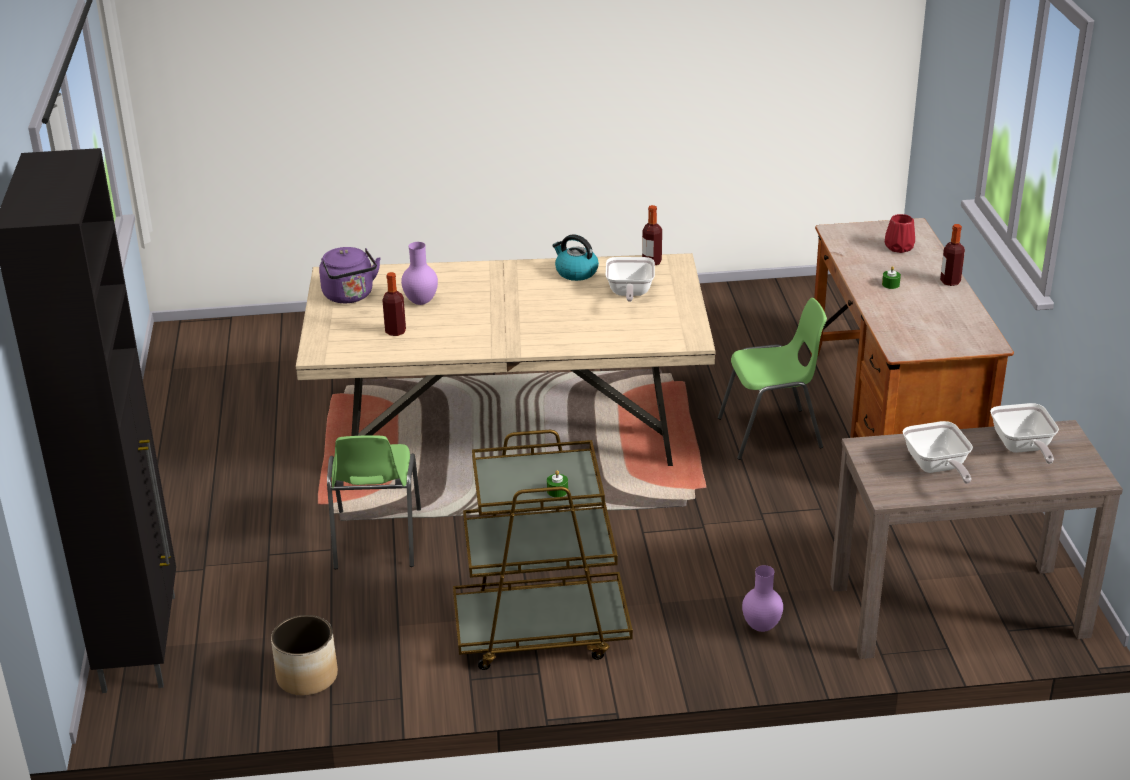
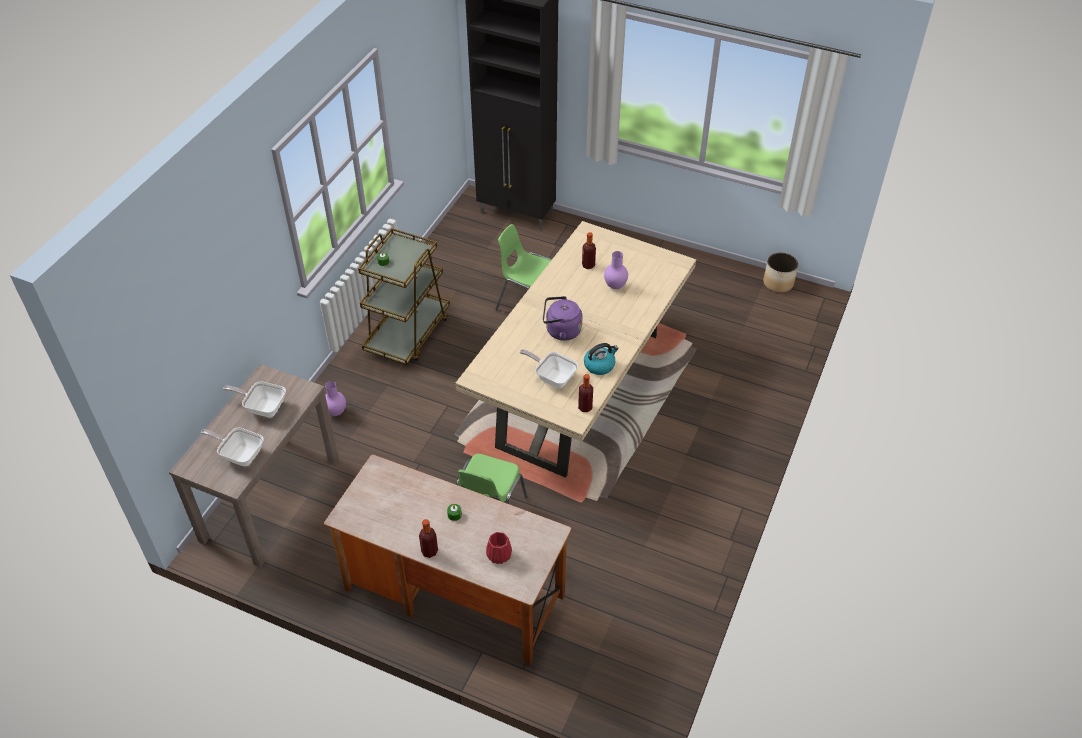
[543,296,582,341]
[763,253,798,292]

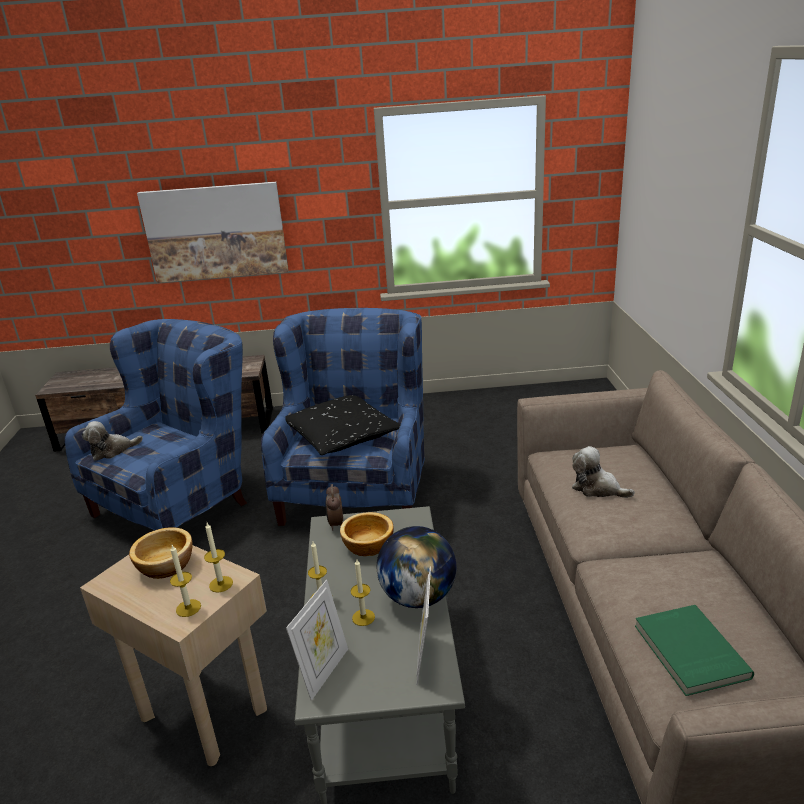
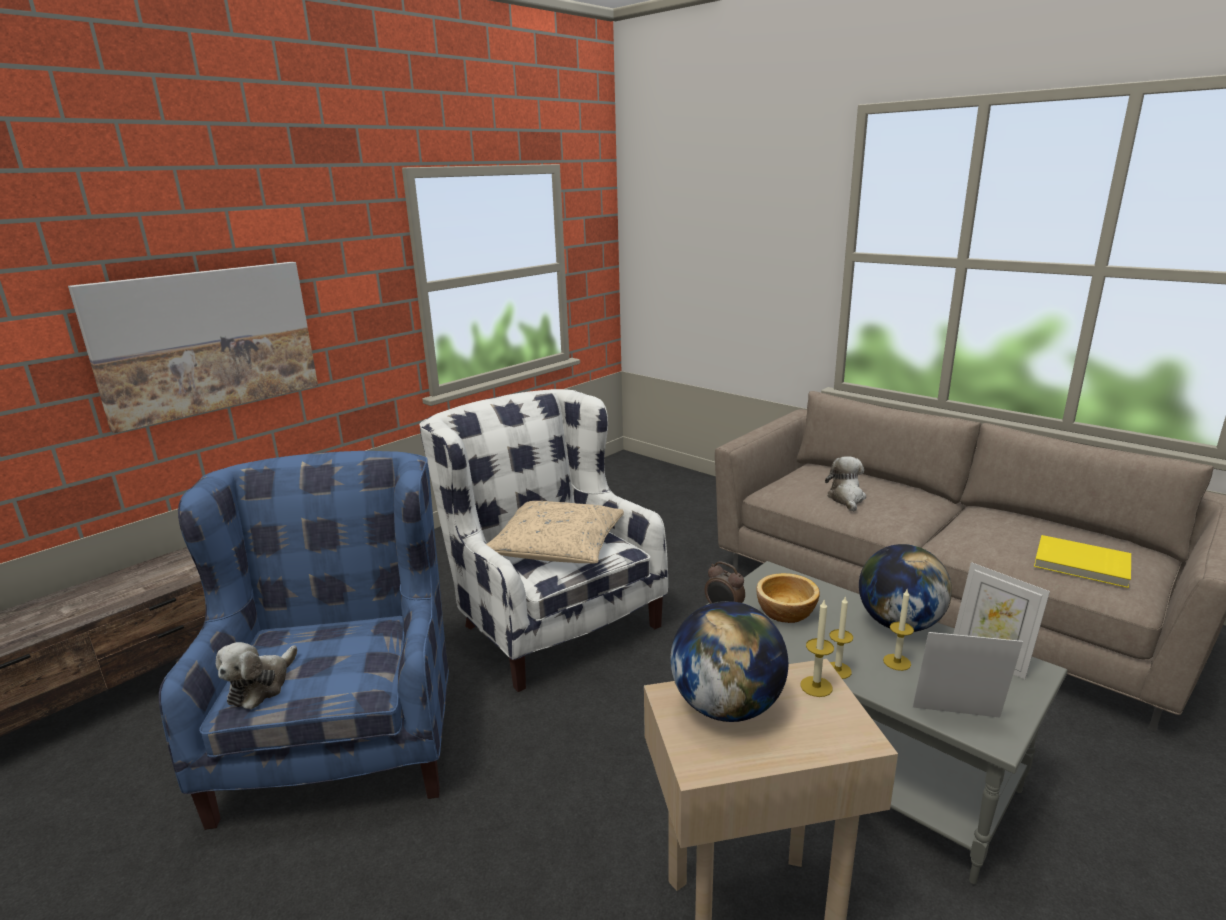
[419,389,668,692]
[486,501,624,563]
[825,456,866,512]
[670,601,788,722]
[170,545,201,617] (first image)
[913,632,1023,718]
[1034,535,1131,588]

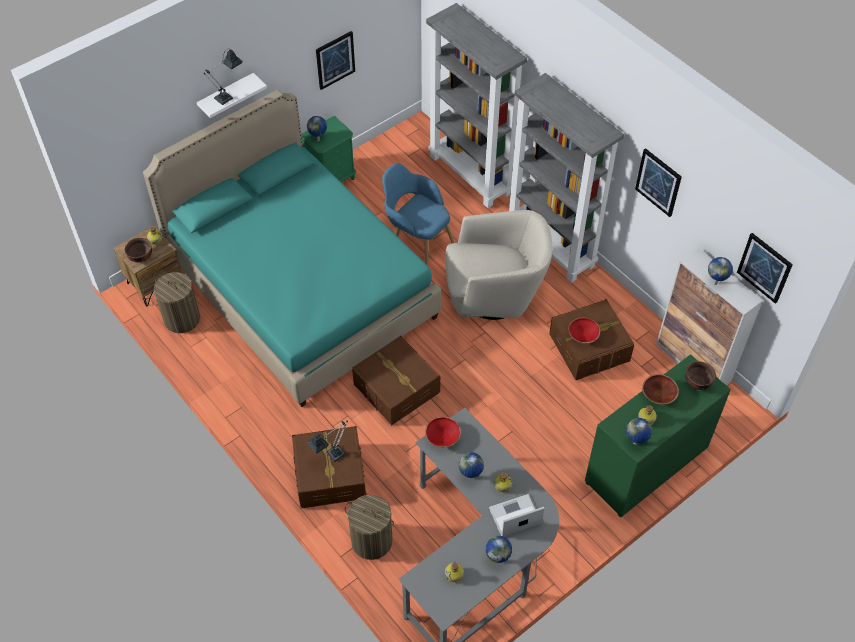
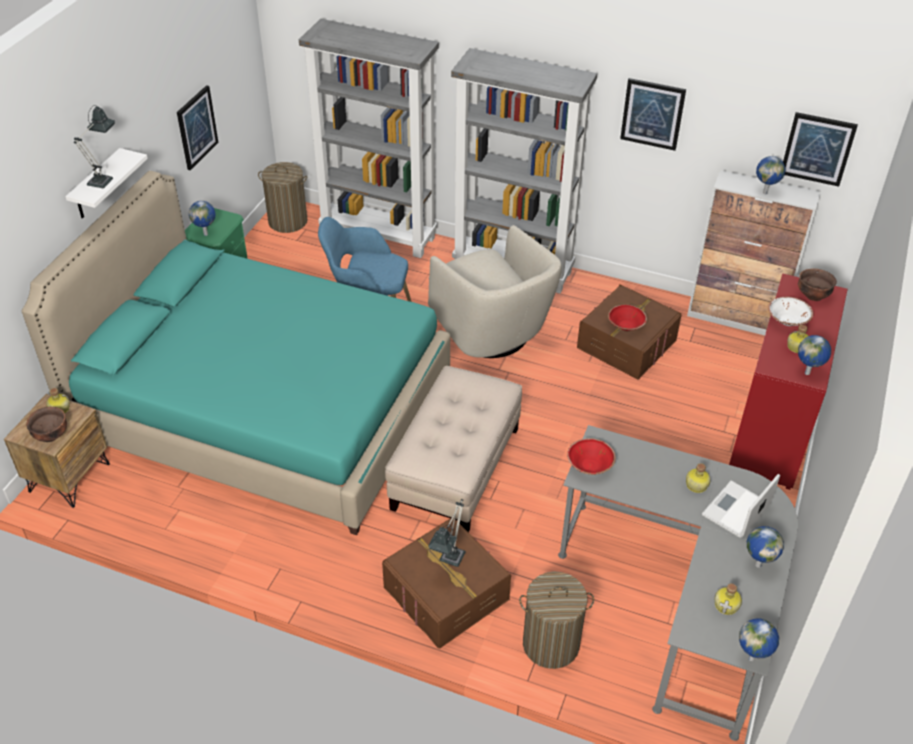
[428,225,562,358]
[258,162,308,233]
[385,366,522,533]
[729,273,848,490]
[768,297,813,326]
[739,618,779,661]

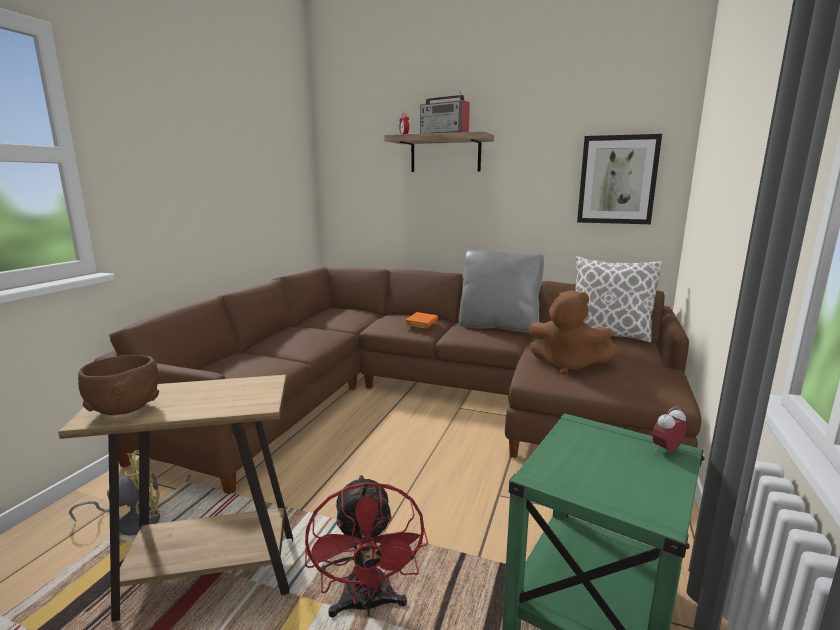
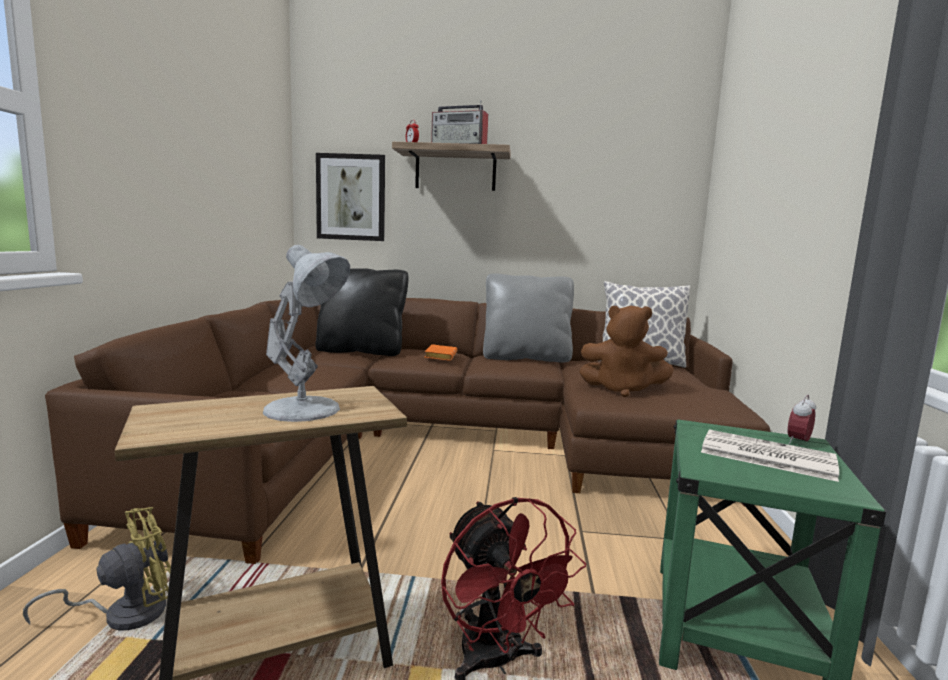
[316,153,385,241]
[78,355,159,415] (first image)
[263,245,350,422]
[316,268,408,356]
[701,429,839,482]

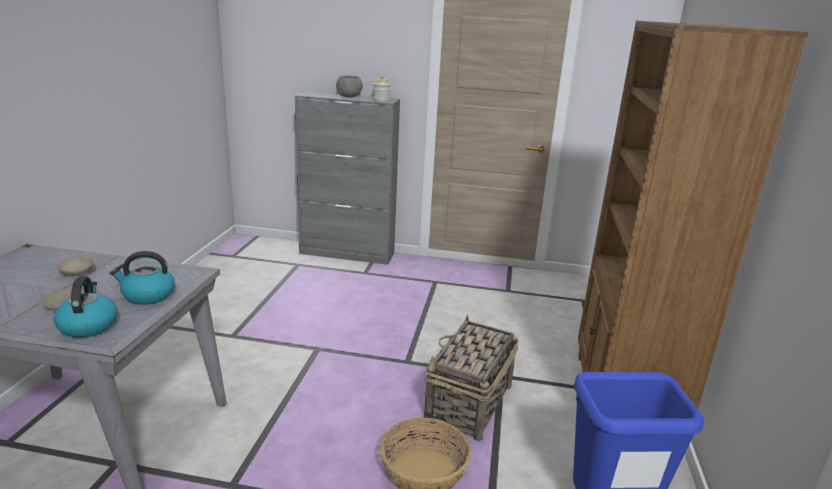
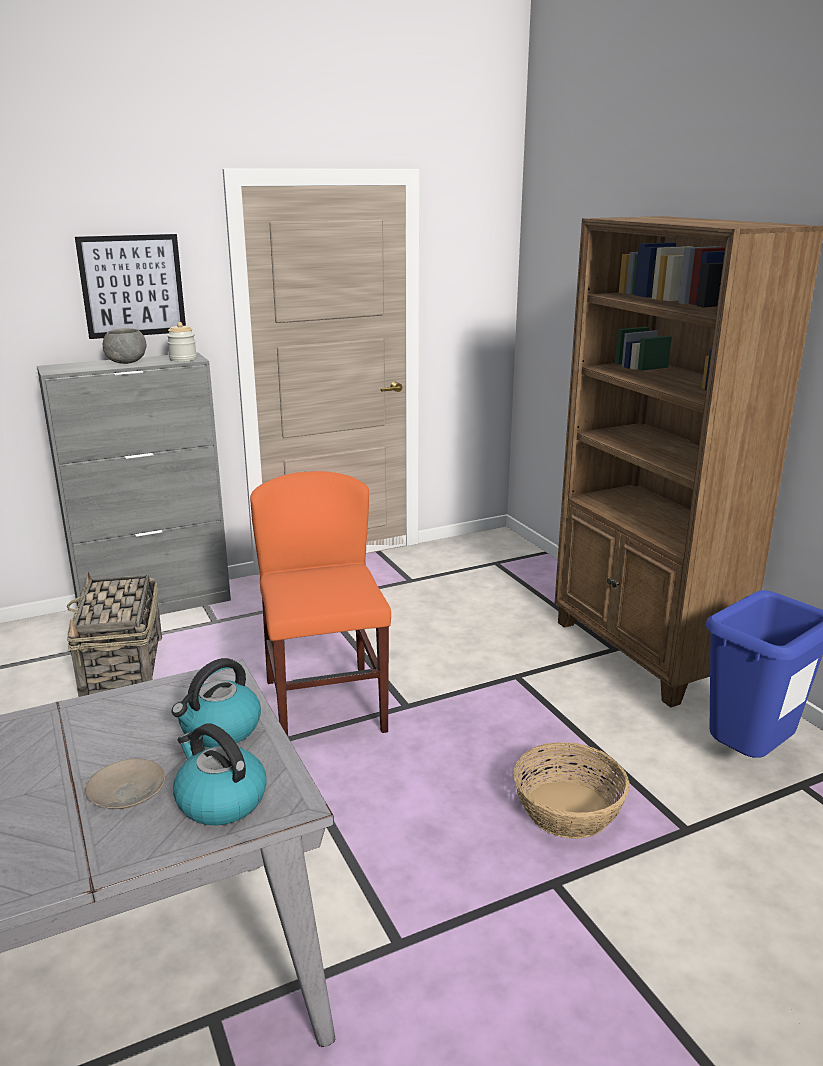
[57,257,94,276] (first image)
[67,572,162,697]
[75,234,186,339]
[250,471,391,736]

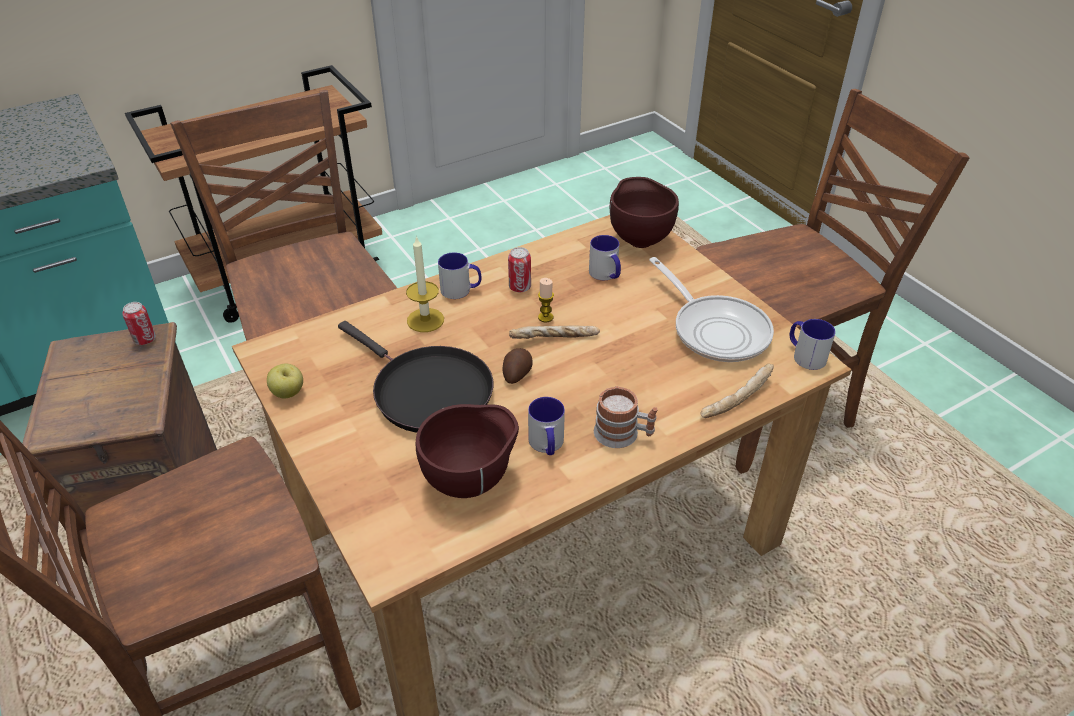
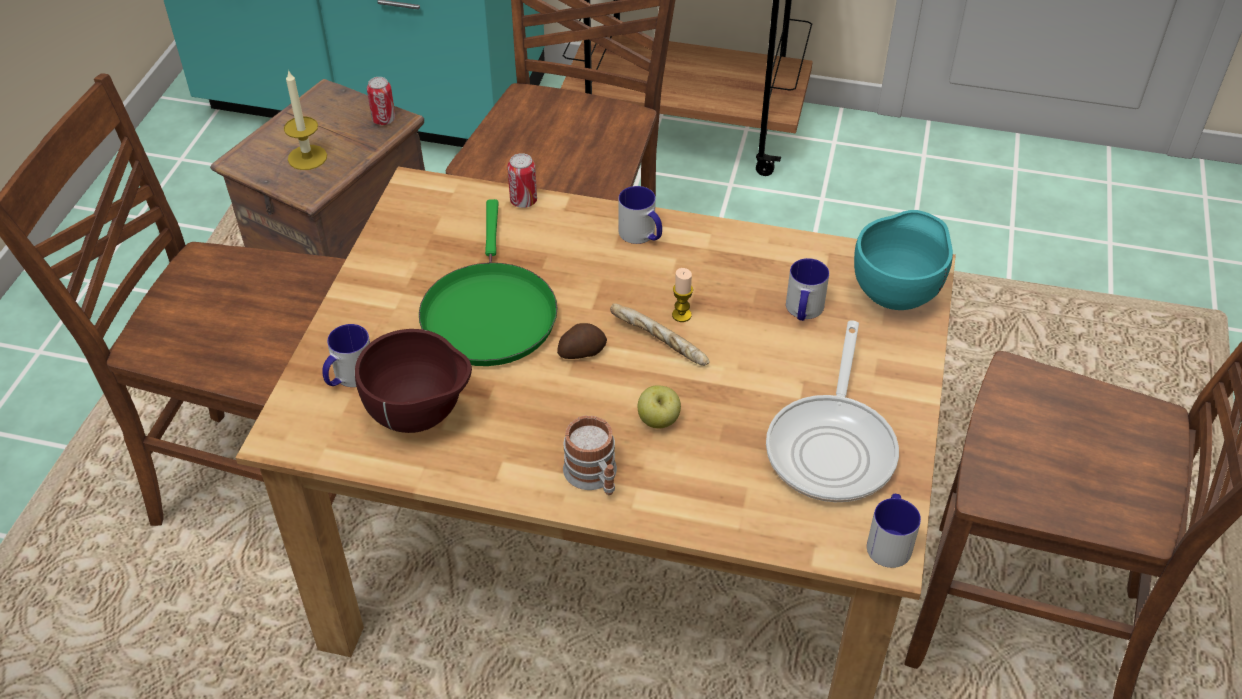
[854,210,953,310]
[284,69,327,170]
[507,153,537,208]
[419,199,557,366]
[638,385,681,429]
[700,363,774,418] (first image)
[322,324,370,387]

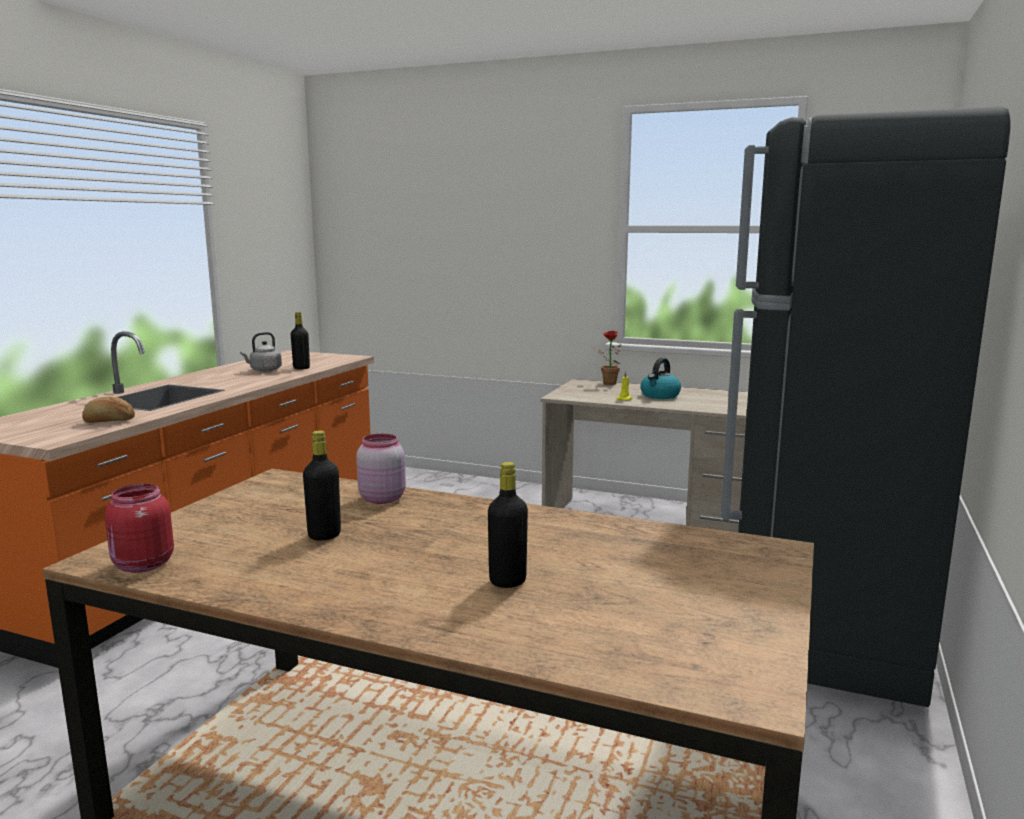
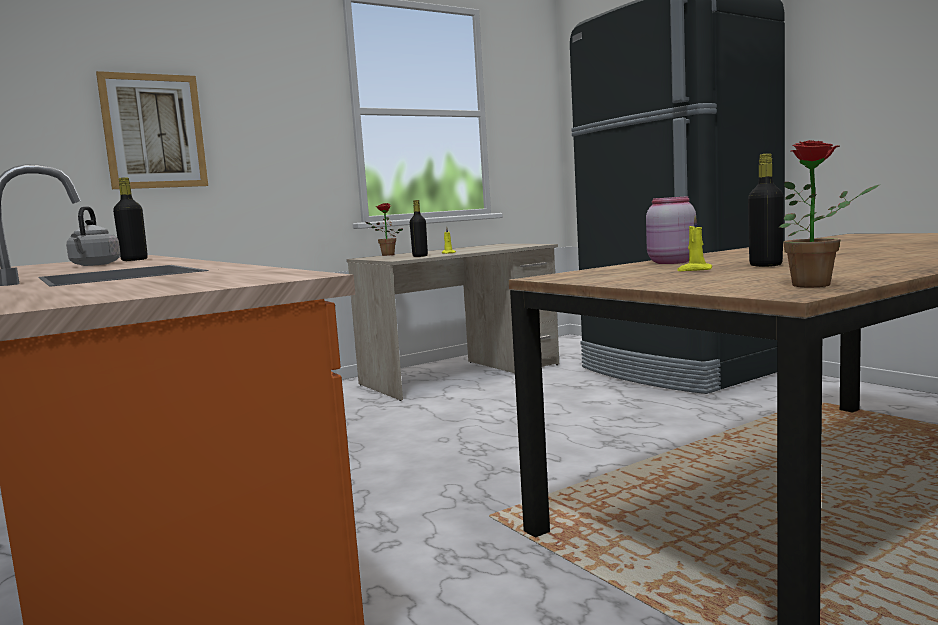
[640,358,681,399] (first image)
[82,397,135,423] (first image)
[410,200,428,257]
[779,140,881,287]
[96,71,208,189]
[677,216,712,271]

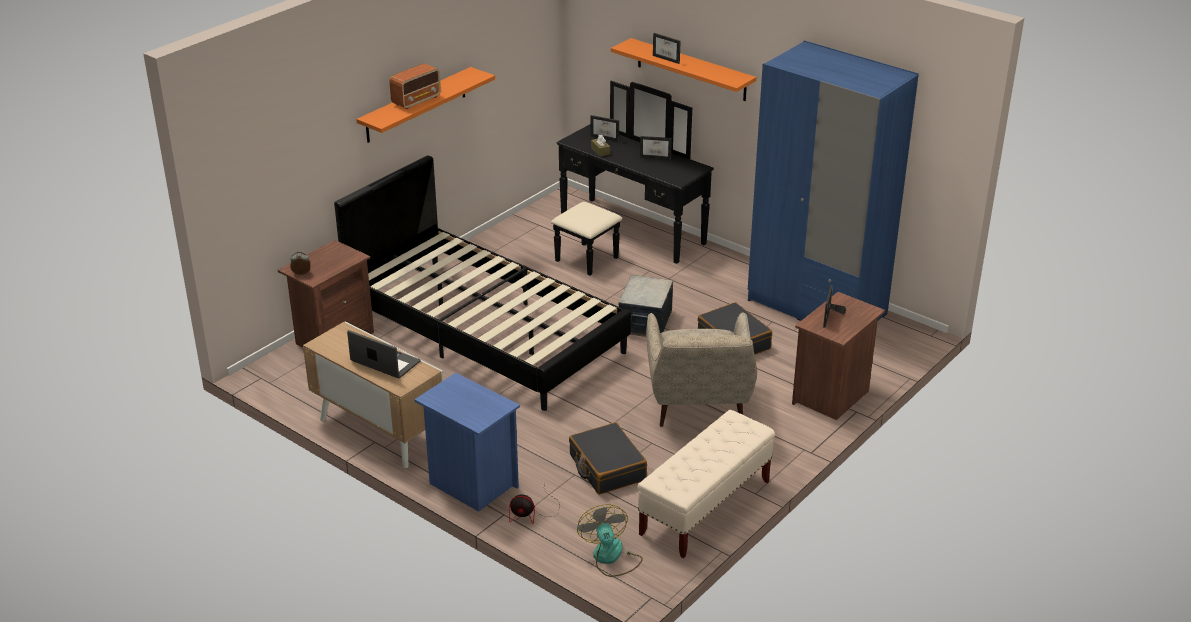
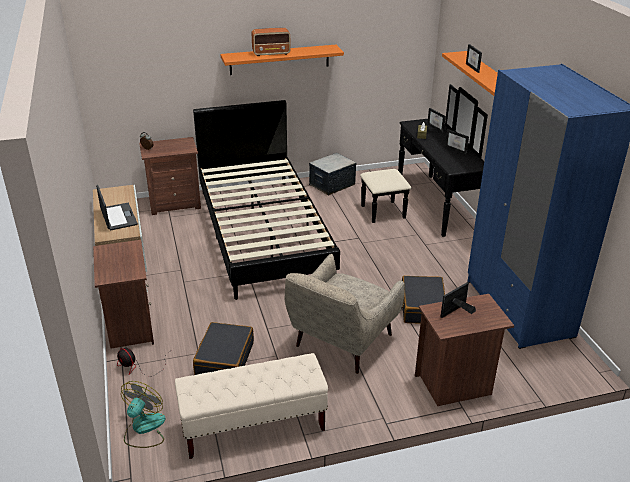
[309,153,357,195]
[93,240,154,349]

